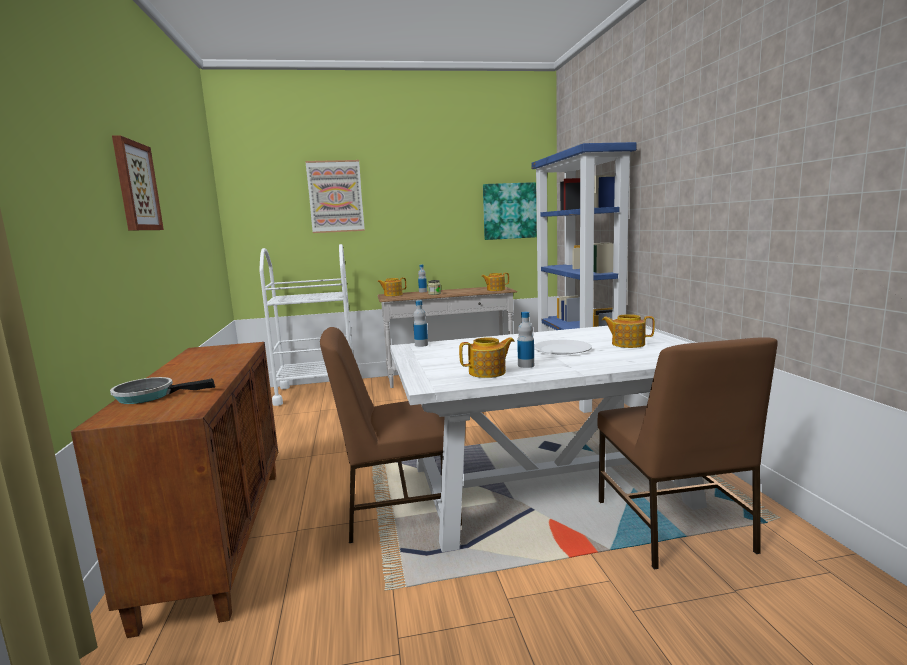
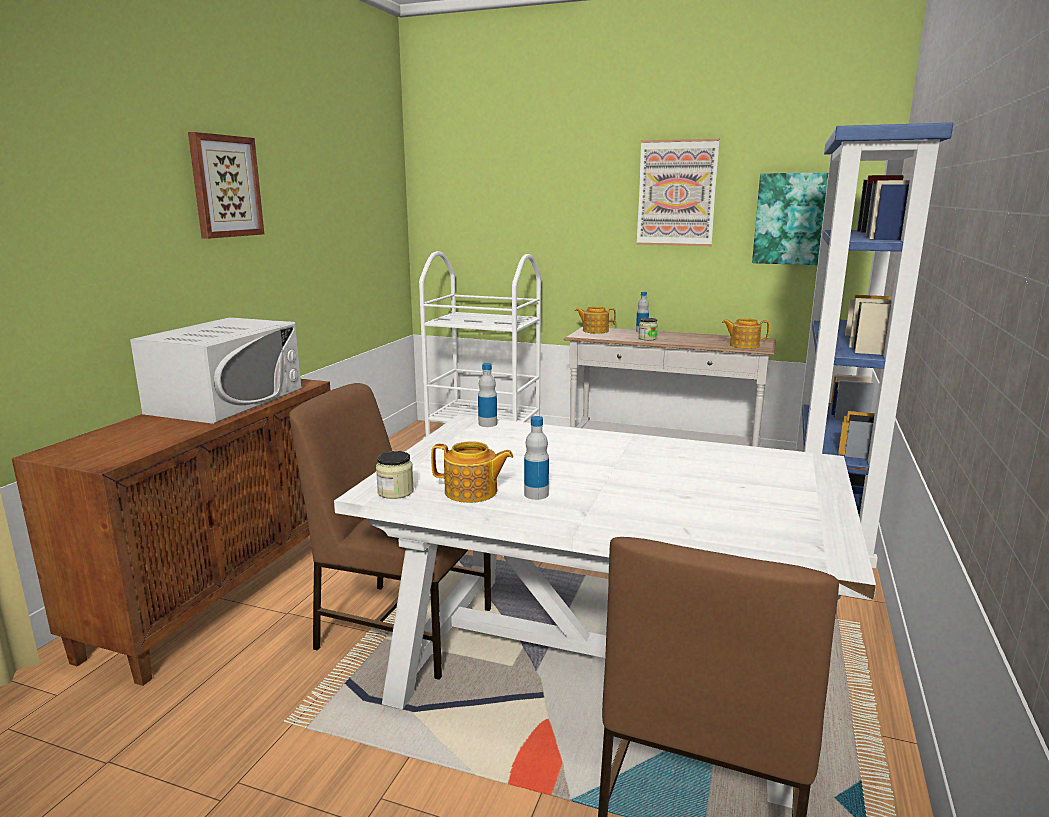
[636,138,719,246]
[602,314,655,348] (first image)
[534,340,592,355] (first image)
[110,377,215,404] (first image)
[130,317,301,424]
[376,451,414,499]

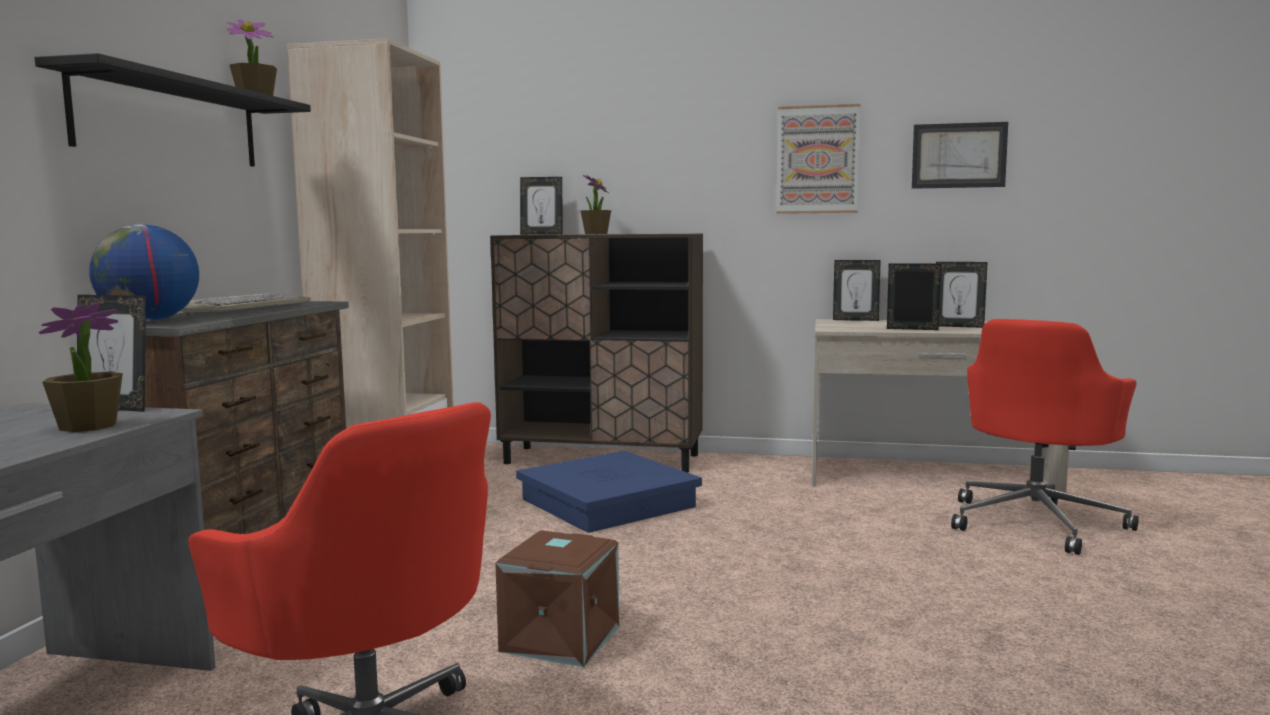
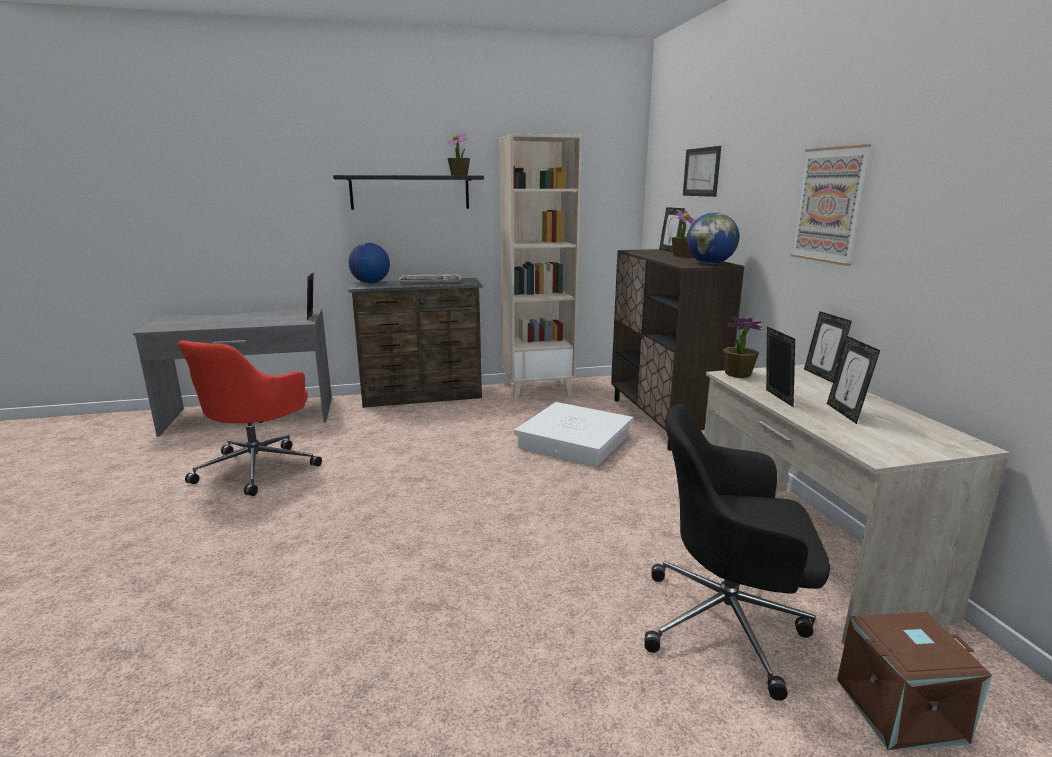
[683,146,721,197]
[723,317,762,378]
[644,404,830,701]
[514,402,633,467]
[837,612,992,750]
[687,212,739,264]

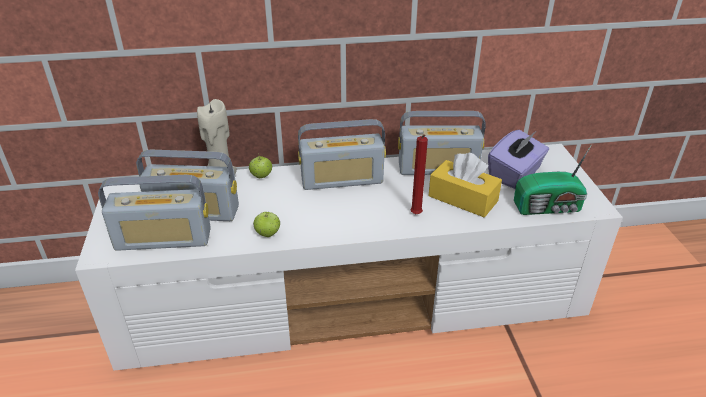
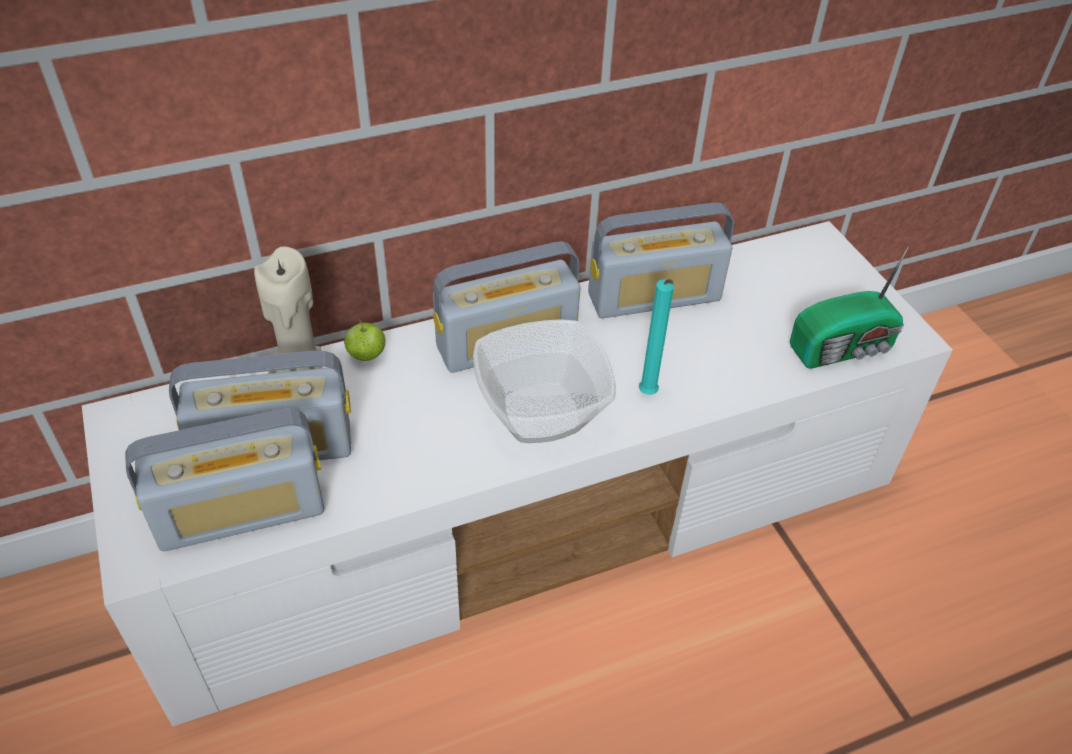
[488,130,549,189] (first image)
[639,279,674,395]
[429,152,502,217] (first image)
[253,212,280,237] (first image)
[473,319,616,443]

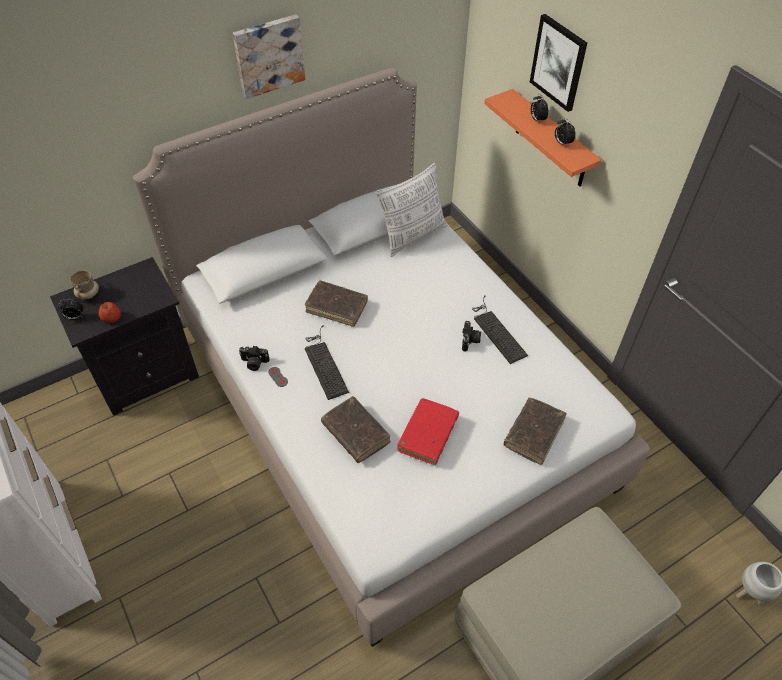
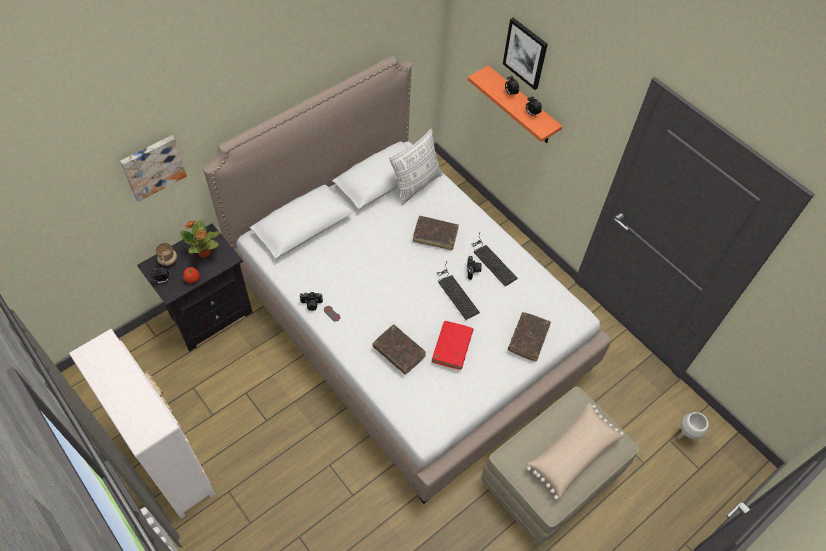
[120,135,187,202]
[413,216,459,250]
[437,261,480,320]
[180,220,219,258]
[527,403,624,500]

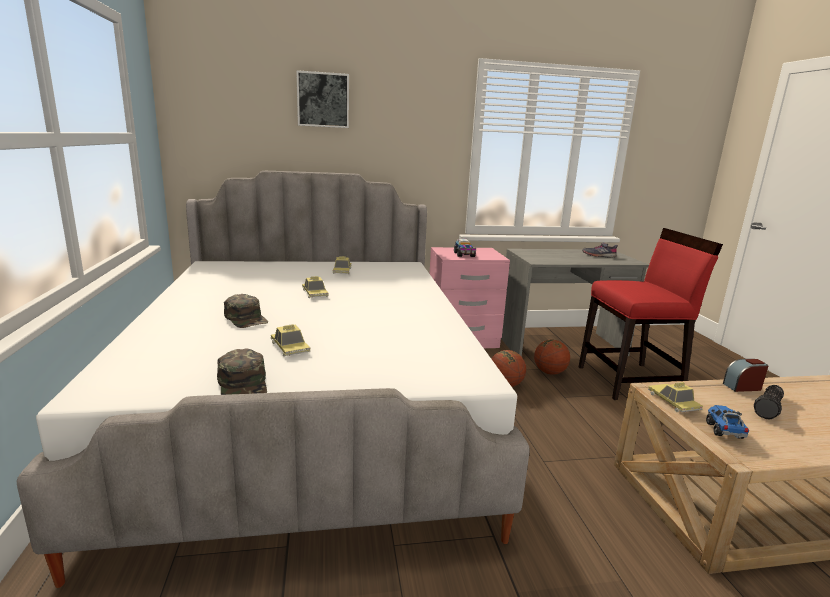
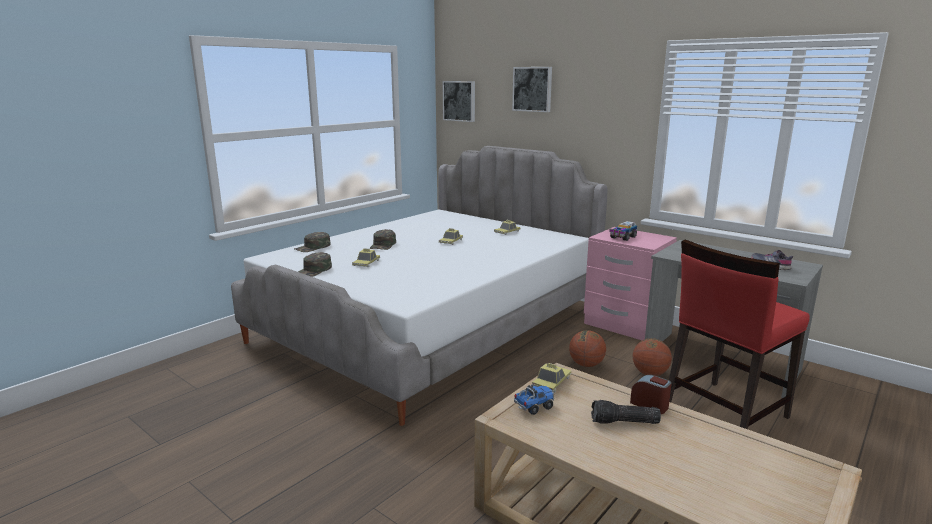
[669,239,810,429]
[442,81,475,122]
[294,232,331,252]

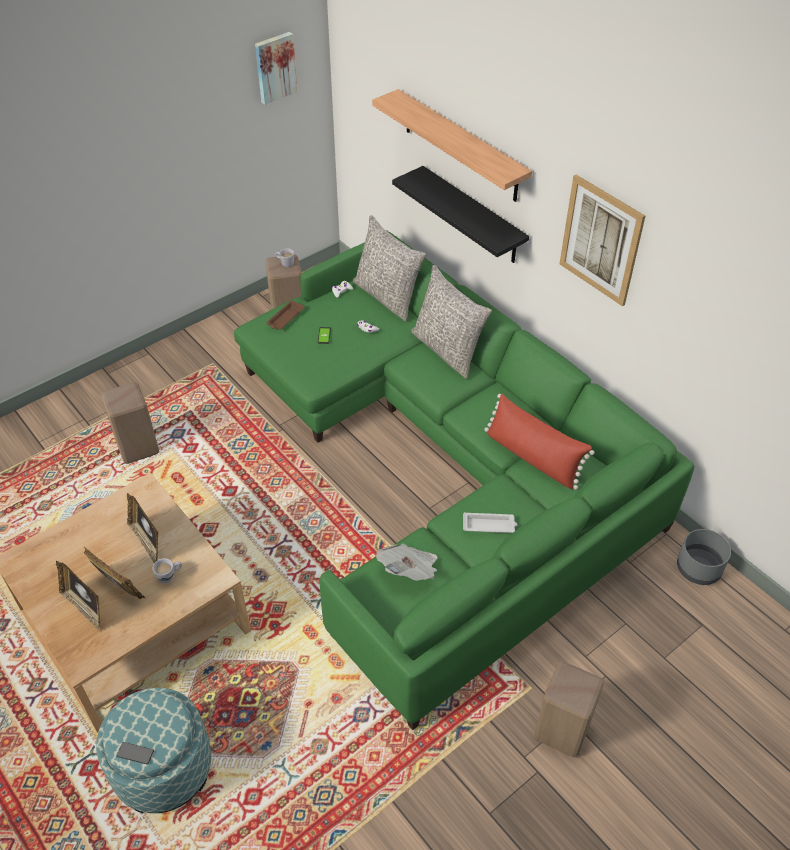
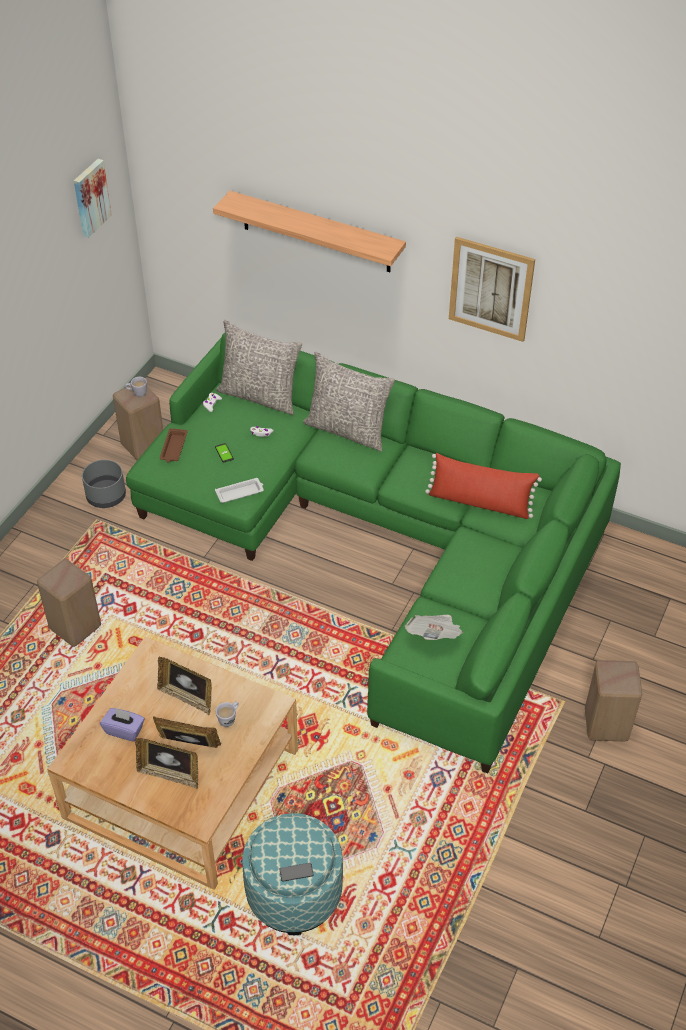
[392,166,529,263] (first image)
[215,478,264,503]
[82,460,126,508]
[100,708,145,742]

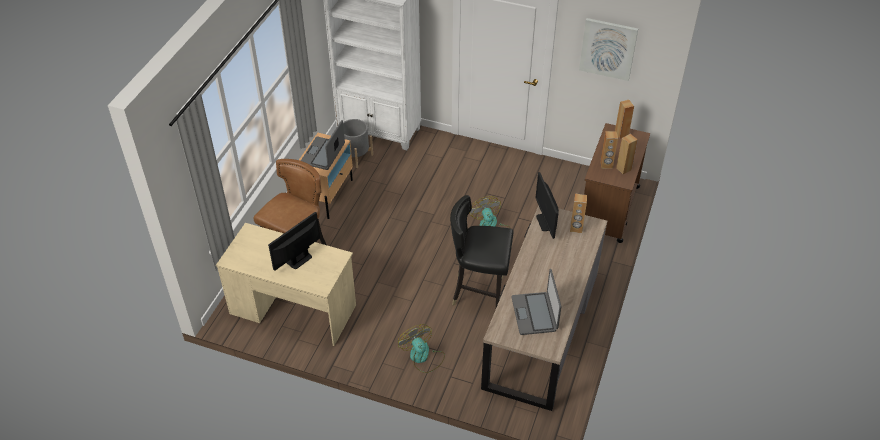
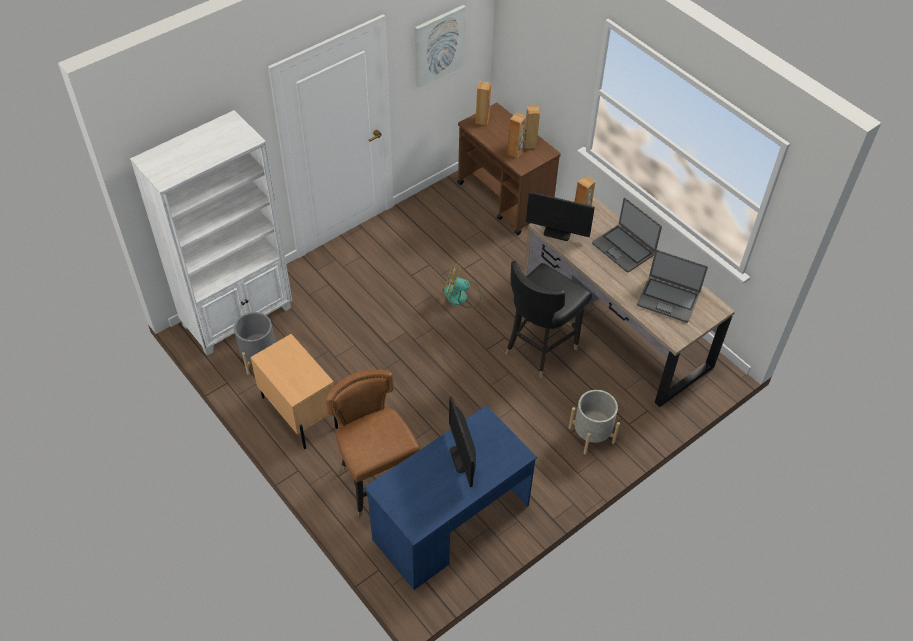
[592,198,662,273]
[364,405,537,590]
[569,390,620,455]

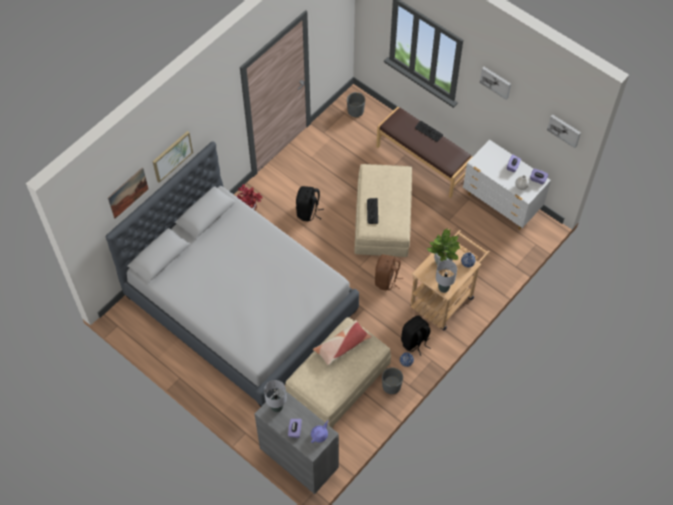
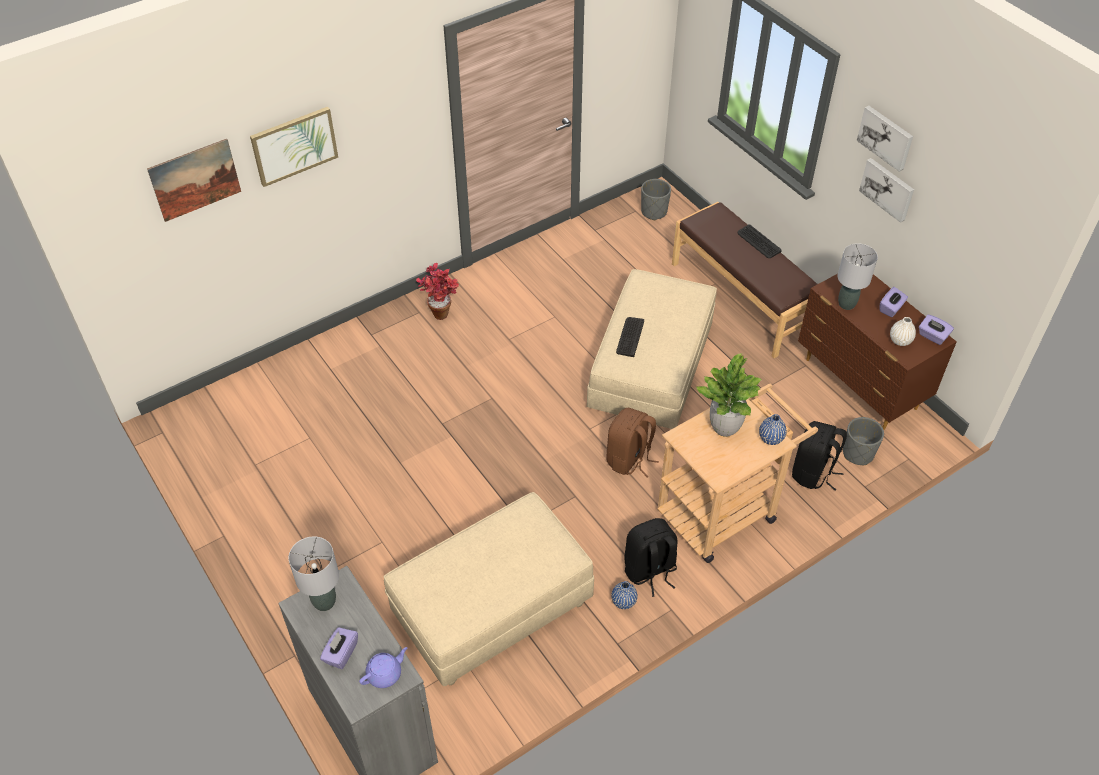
[859,158,914,223]
[798,274,957,430]
[106,141,359,407] (first image)
[792,421,847,491]
[838,243,878,310]
[313,320,372,365] (first image)
[843,417,884,465]

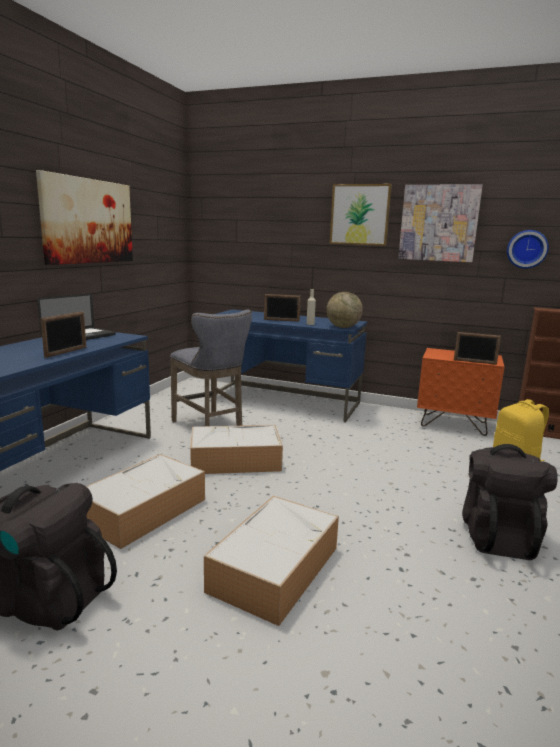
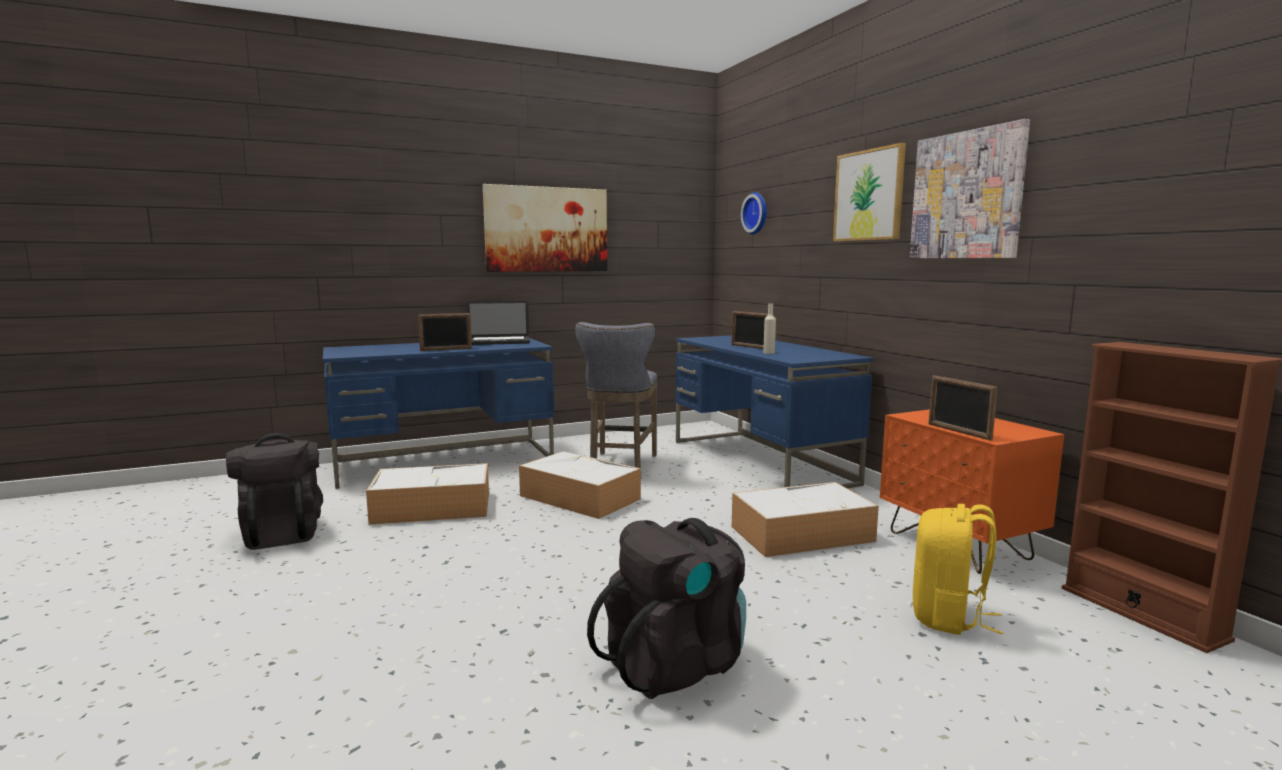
[741,192,767,234]
[326,292,363,328] (first image)
[732,482,879,557]

